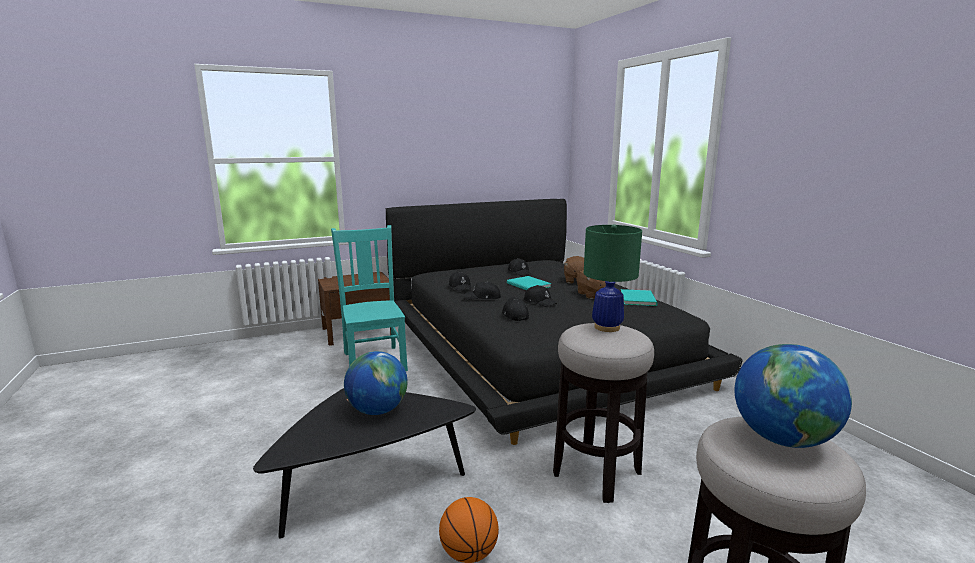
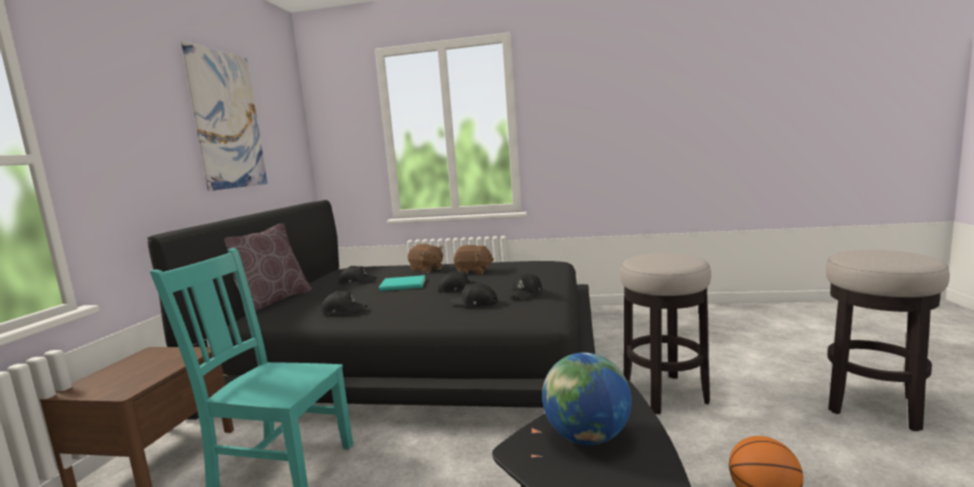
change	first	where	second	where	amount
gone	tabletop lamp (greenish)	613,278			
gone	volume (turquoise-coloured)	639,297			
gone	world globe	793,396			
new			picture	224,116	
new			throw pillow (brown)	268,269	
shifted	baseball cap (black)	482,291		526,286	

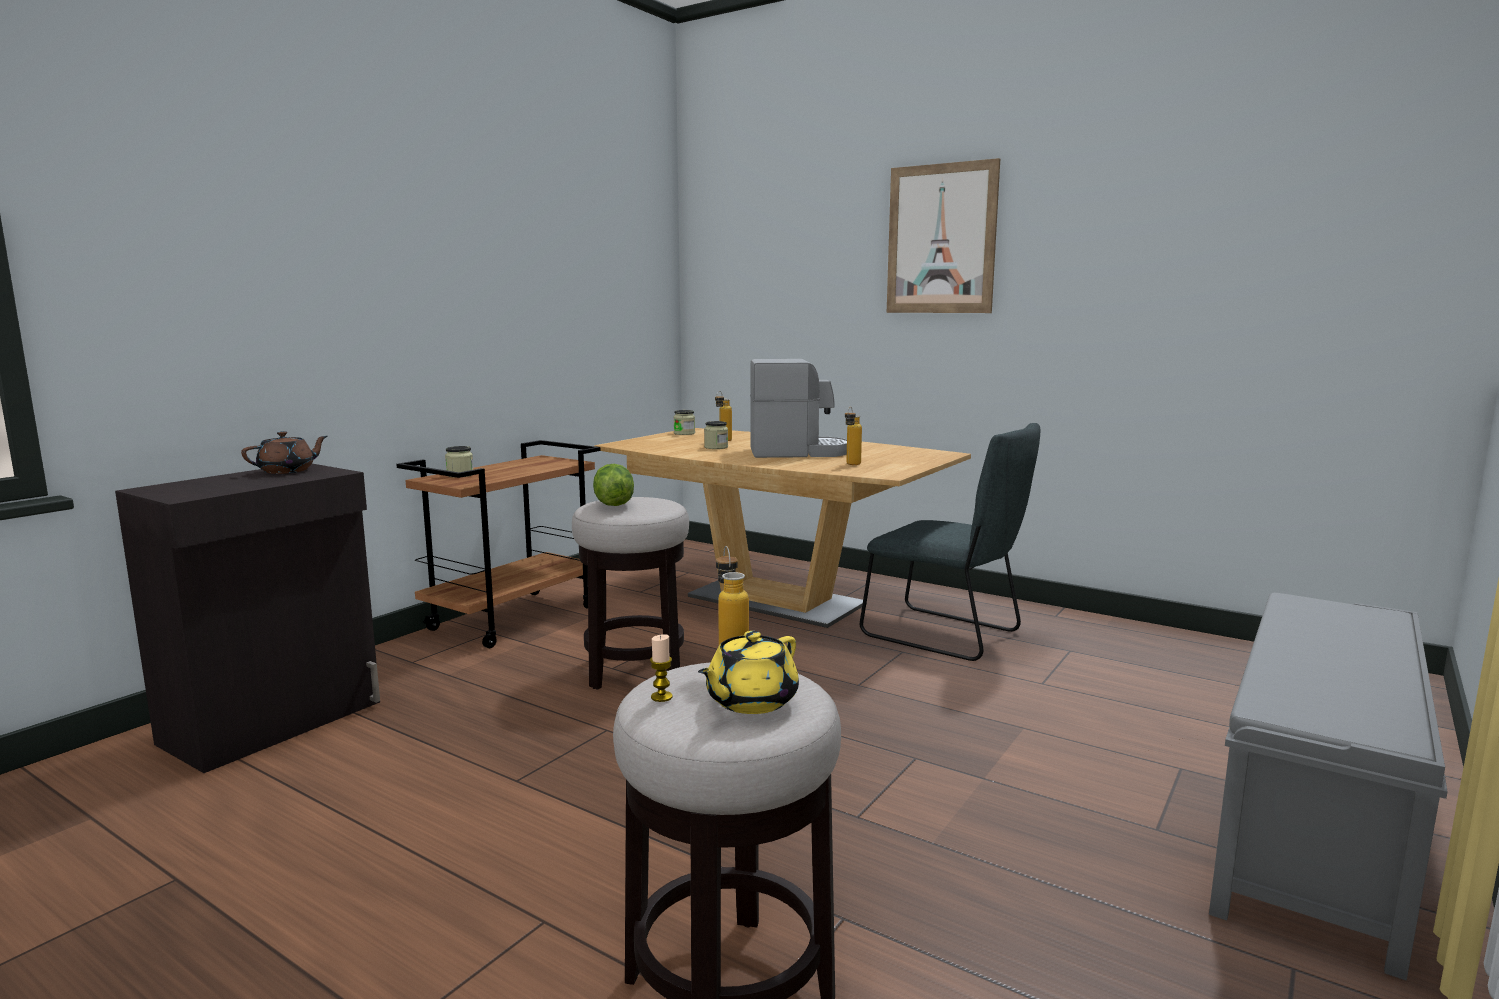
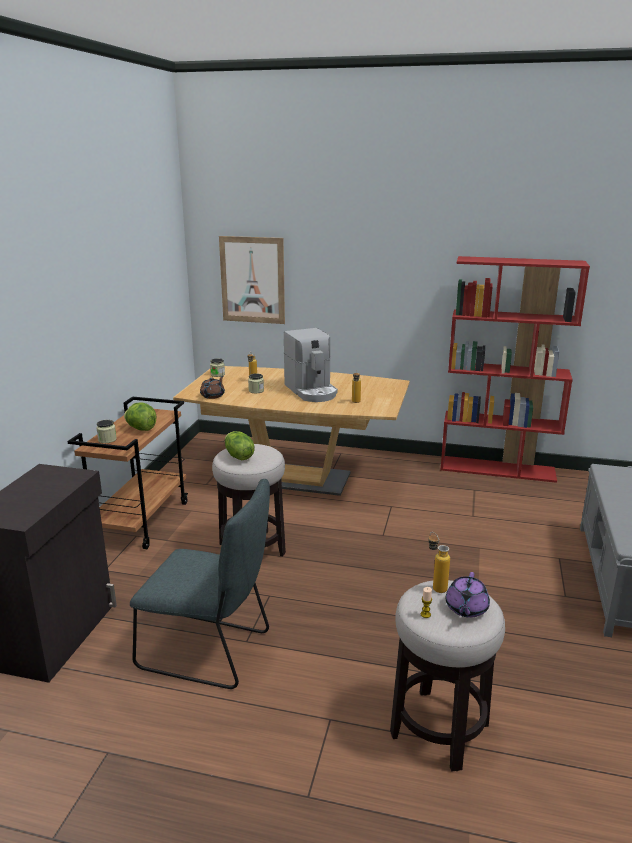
change	first	where	second	where	amount
new			lettuce head	140,416	
new			bookshelf (red-coloured)	515,369	
shifted	teapot (brown)	284,452		212,387	
shifted	chair (gray)	950,542		200,584	
shifted	picture	943,235		252,280	
repainted	teapot (yellow-coloured)	748,672	teapot (purplish)	467,595	
rotated	coffee machine	798,408		311,365	90 degrees clockwise

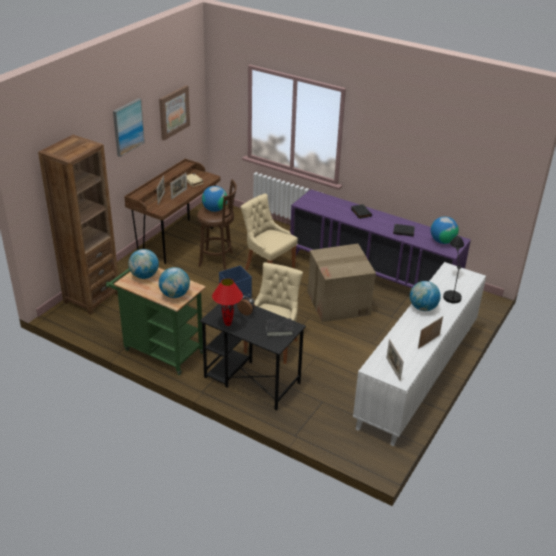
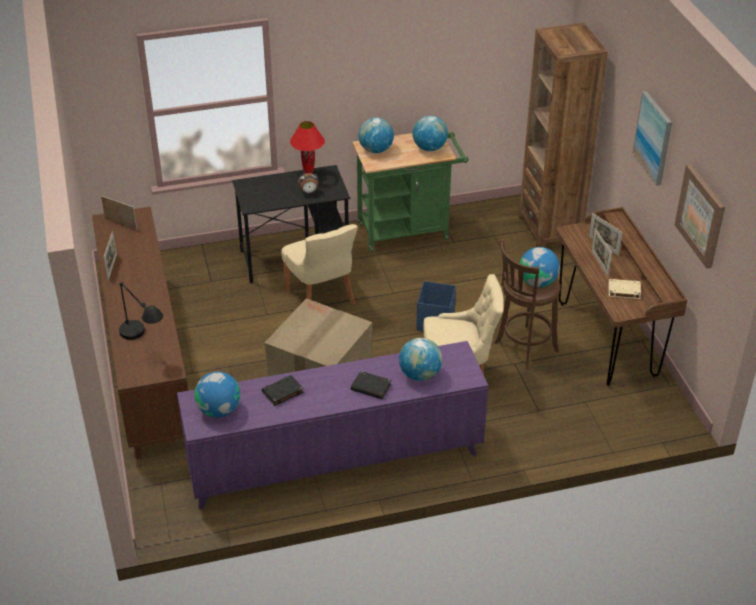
change	first	where	second	where	amount
gone	volume (black)	279,328			
shifted	world globe	425,296		420,359	
repainted	storage cabinet (white-coloured)	419,354	storage cabinet (brown)	140,333	

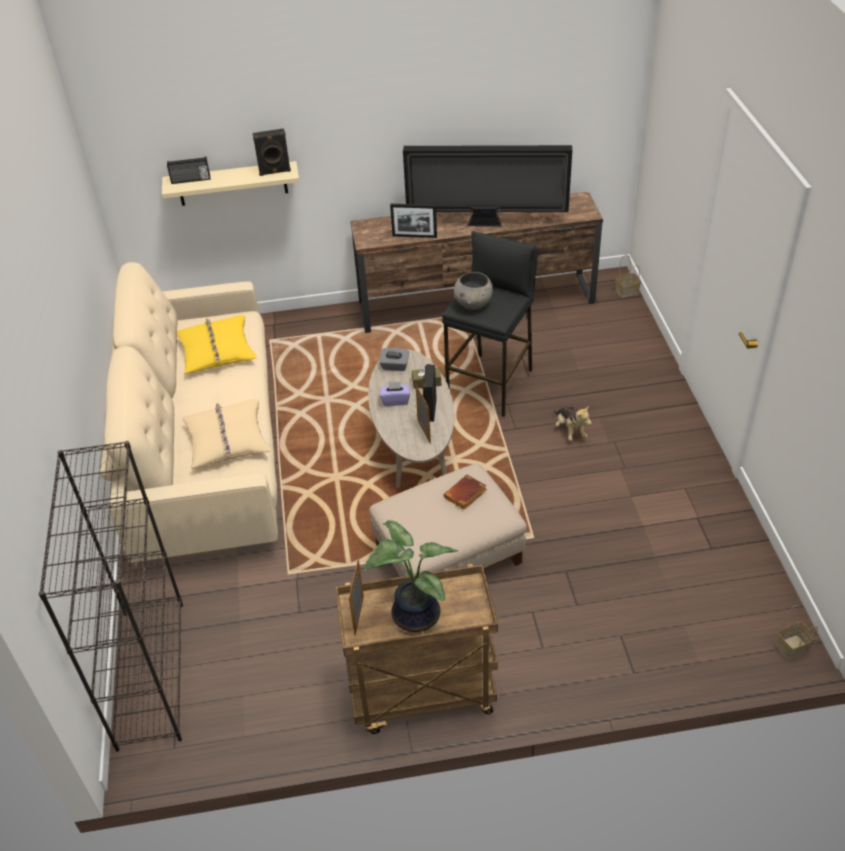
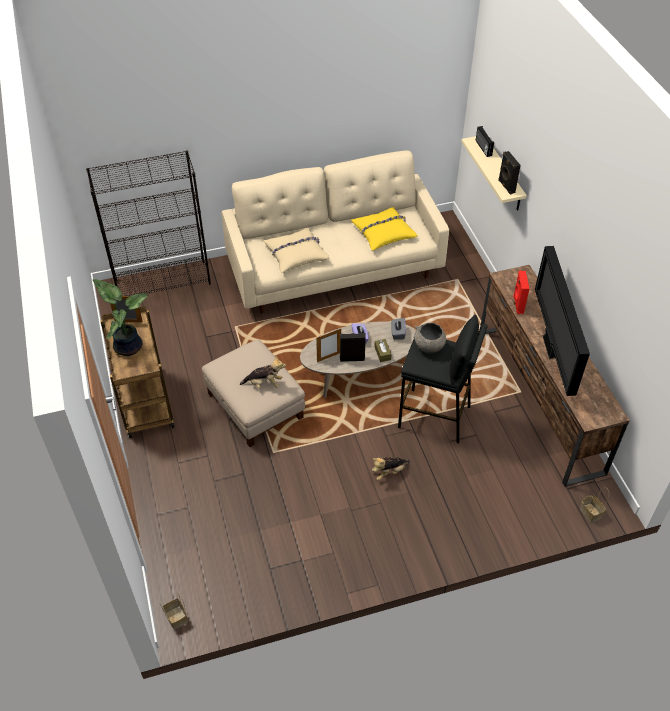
change	first	where	second	where	amount
swapped	standing frame	413,221	speaker (red-coloured)	521,292	
swapped	volume (brown)	465,492	cuddly toy	263,372	

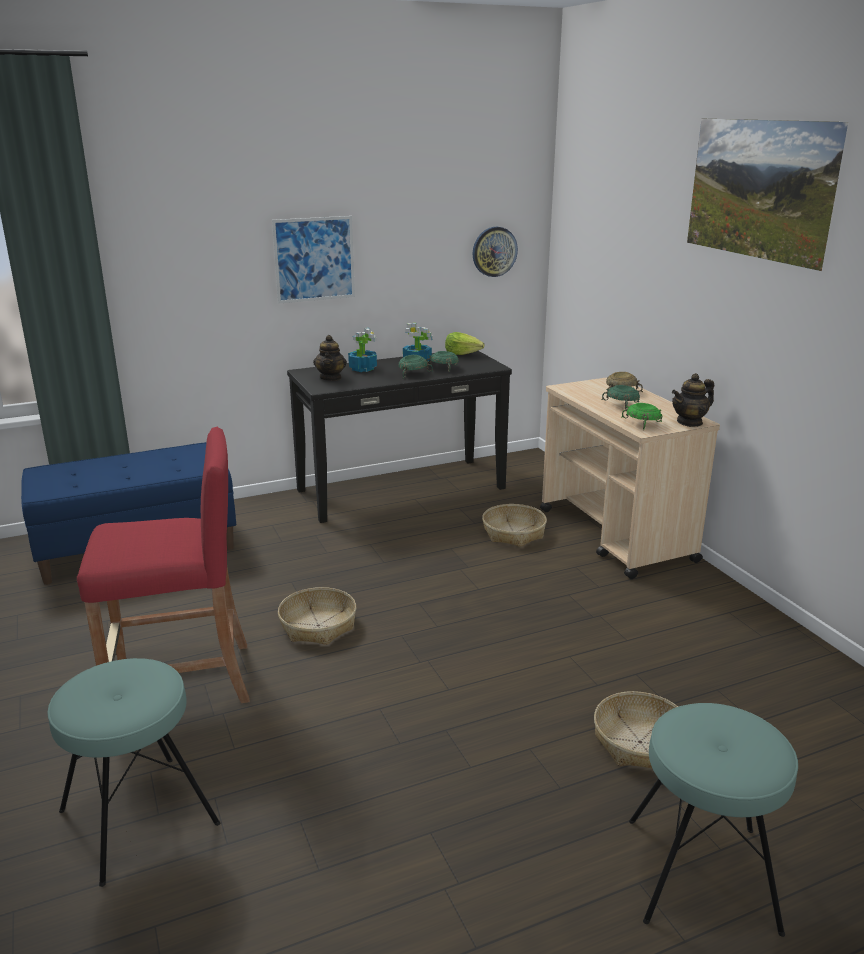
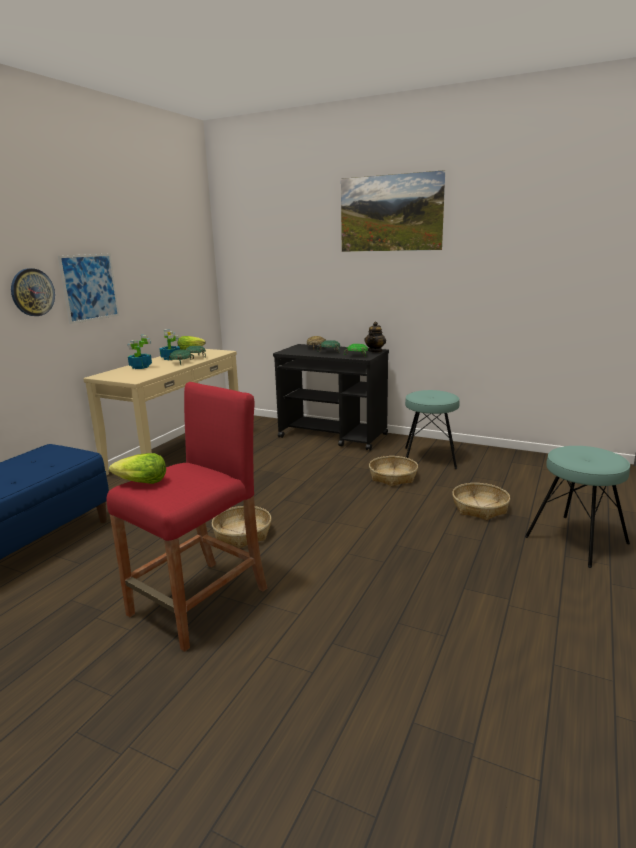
change	first	where	second	where	amount
gone	teapot	330,358			
new			lettuce head	137,468	
shifted	sitting stool (turquoise-coloured)	133,772		432,429	
shifted	wall clock	495,252		33,292	
shifted	household basket	514,525		393,471	
repainted	hall table (black)	399,437	hall table (beige)	160,412	
repainted	cart (beige)	630,478	cart (black)	331,397	

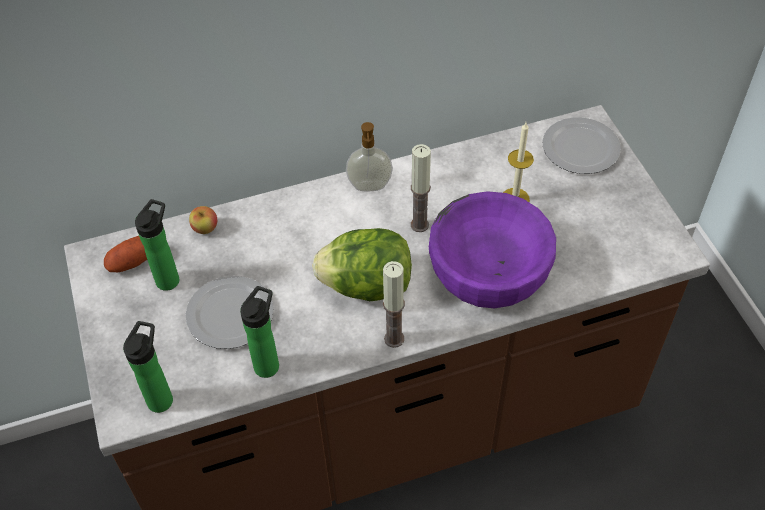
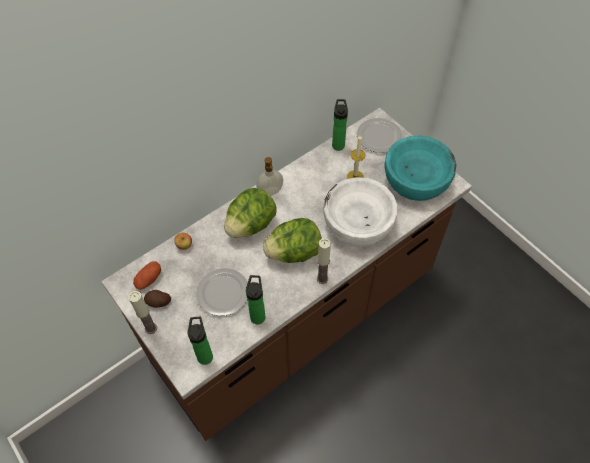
change	first	where	second	where	amount
new			whole potato	157,299	
new			lettuce head	250,213	
new			serving bowl (turquoise-coloured)	420,168	
shifted	bottle	157,245		340,125	
shifted	wax candle	421,188		142,312	
repainted	serving bowl (purplish)	492,249	serving bowl (white-coloured)	360,212	

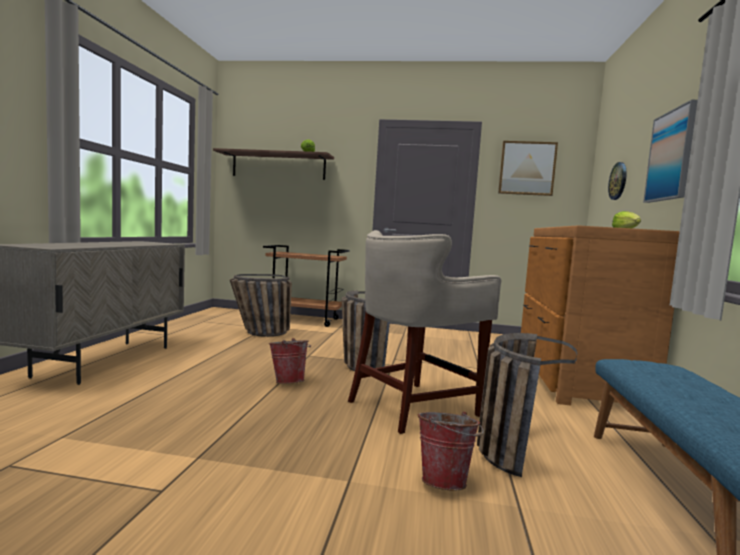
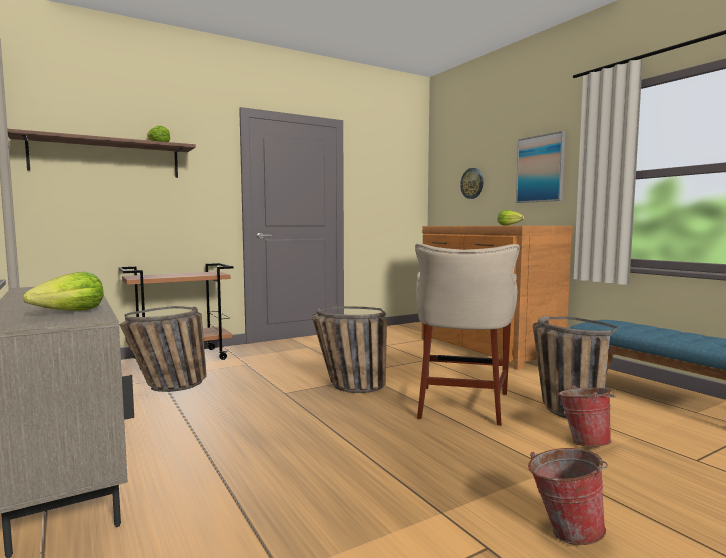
change	first	where	second	where	amount
gone	picture	528,168			
new			lettuce head	63,291	
shifted	pail	290,361		568,496	

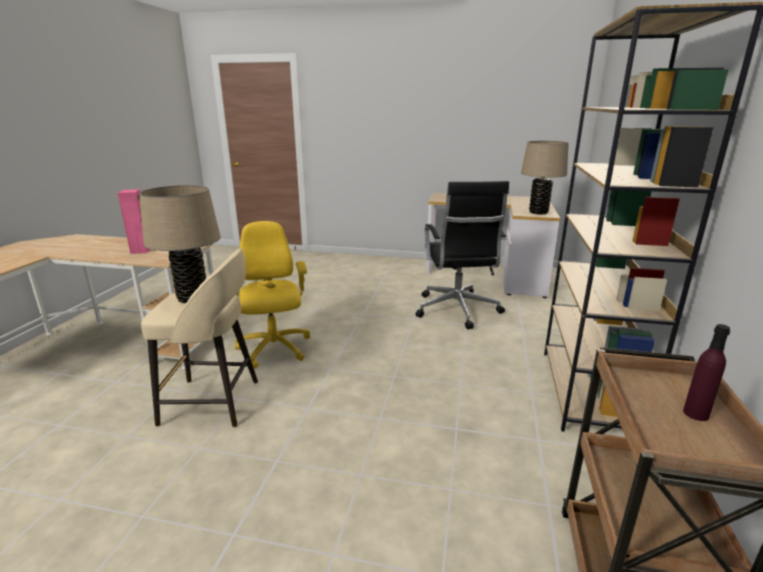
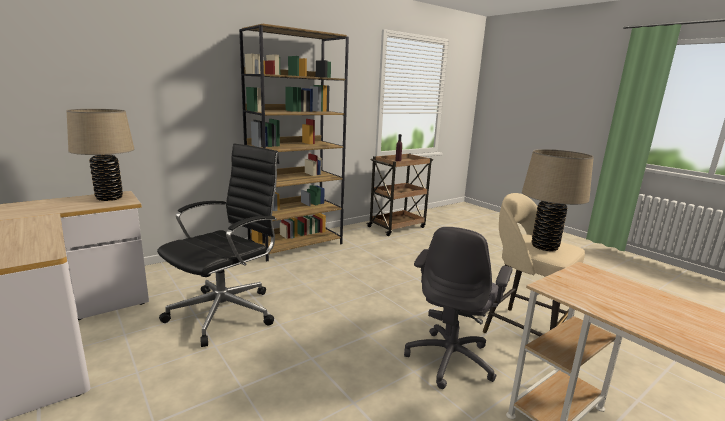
change	first	where	second	where	amount
gone	speaker (pink)	133,221			
repainted	desk chair (yellow-coloured)	272,295	desk chair (gray)	458,308	

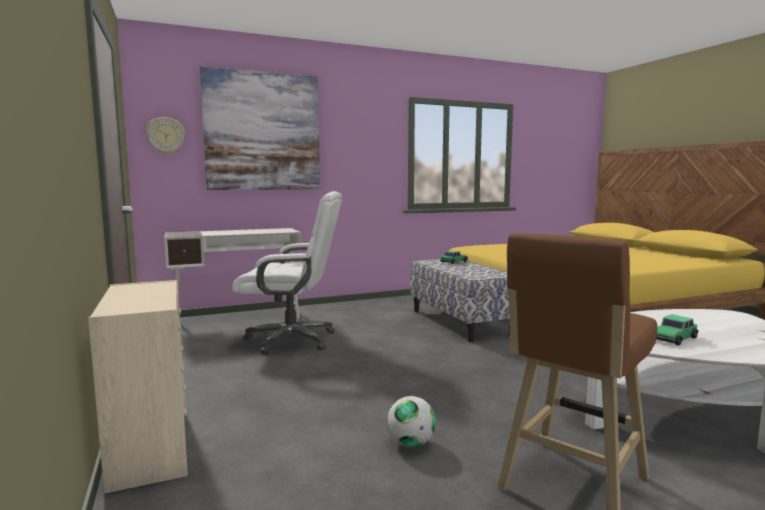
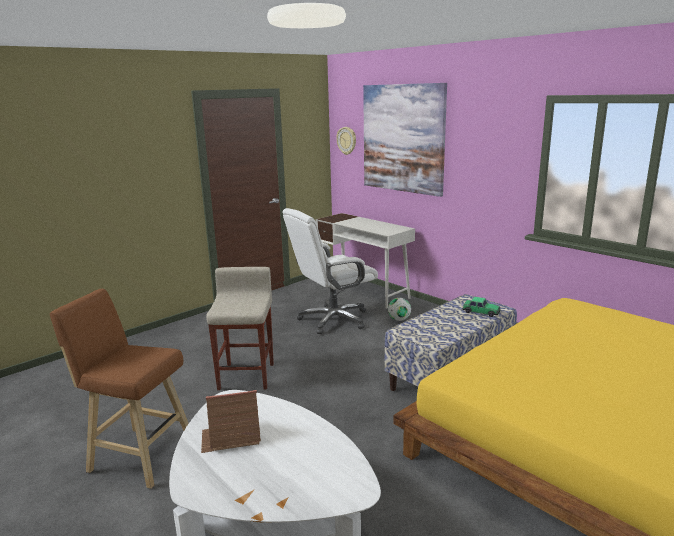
change	first	where	second	where	amount
gone	chest of drawers (beige)	138,386			
new			sitting stool (beige)	240,328	
shifted	football	411,421		399,309	
swapped	model car	678,330	toy house	231,421	
rotated	desk chair (white-coloured)	287,273		330,271	75 degrees clockwise

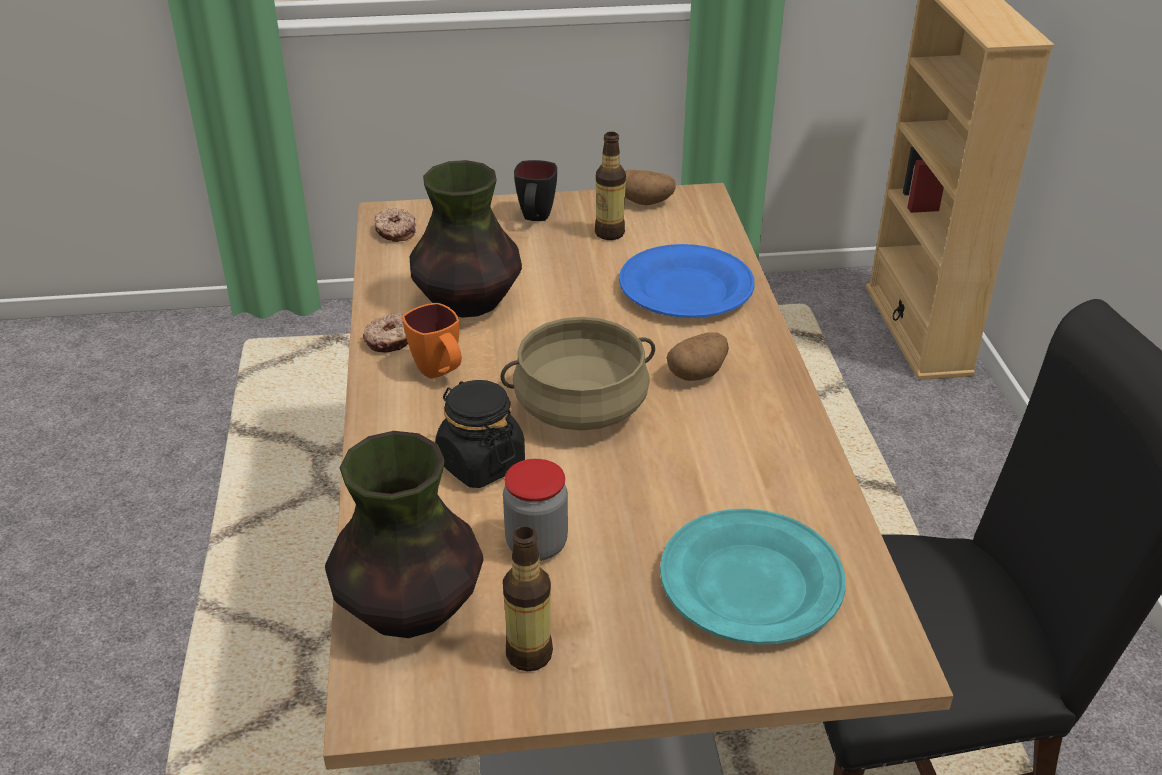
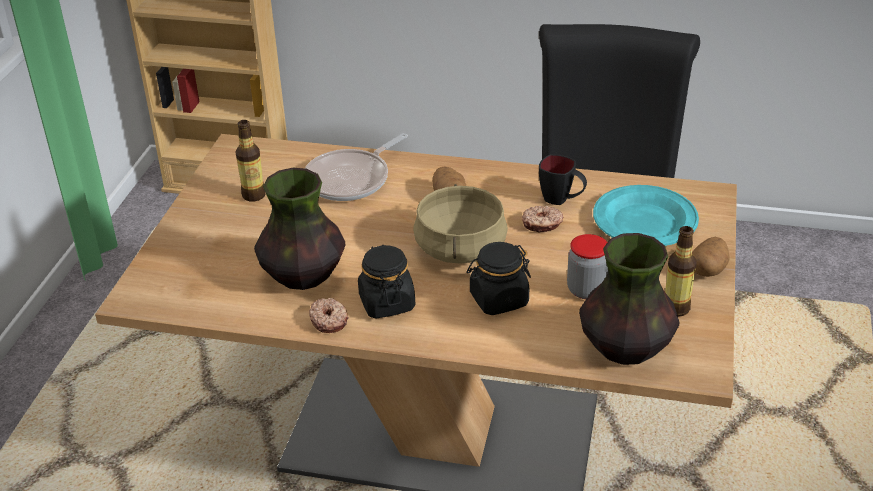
change	first	where	second	where	amount
shifted	ring doughnut	395,225		543,219	
shifted	tea mug (black)	535,190		563,179	
shifted	whole potato	650,187		710,257	
swapped	tea mug (orange)	432,340	jar (black)	387,281	
swapped	dinner plate (blue-coloured)	687,281	skillet	356,167	

